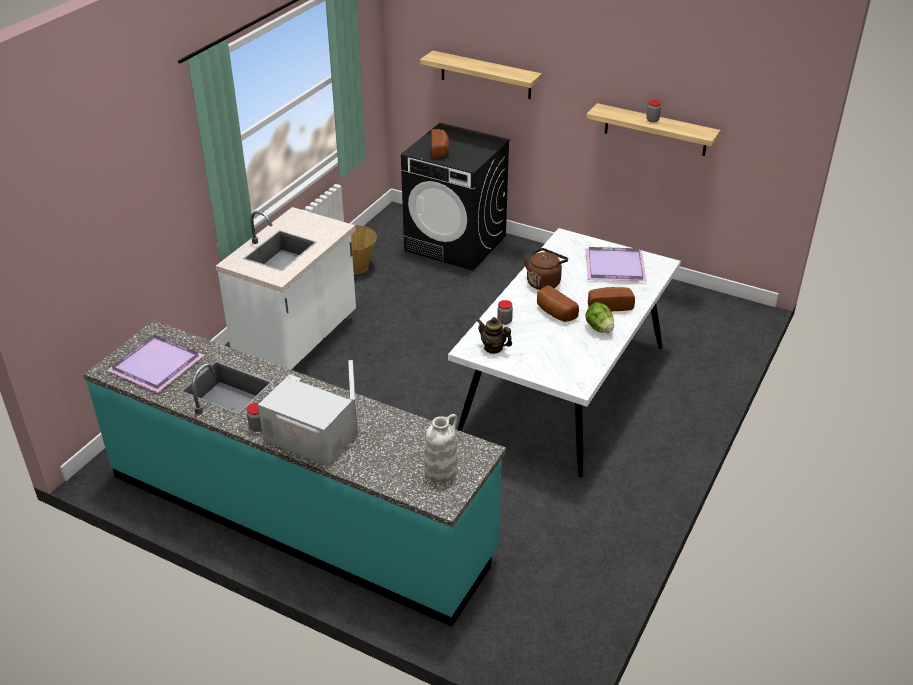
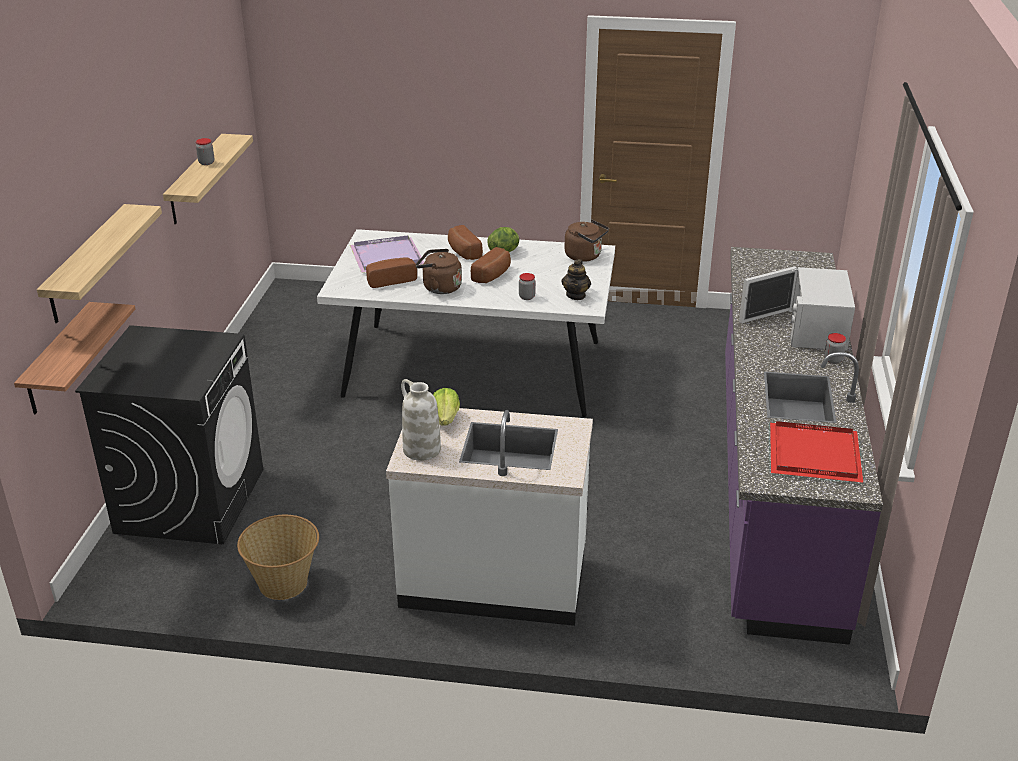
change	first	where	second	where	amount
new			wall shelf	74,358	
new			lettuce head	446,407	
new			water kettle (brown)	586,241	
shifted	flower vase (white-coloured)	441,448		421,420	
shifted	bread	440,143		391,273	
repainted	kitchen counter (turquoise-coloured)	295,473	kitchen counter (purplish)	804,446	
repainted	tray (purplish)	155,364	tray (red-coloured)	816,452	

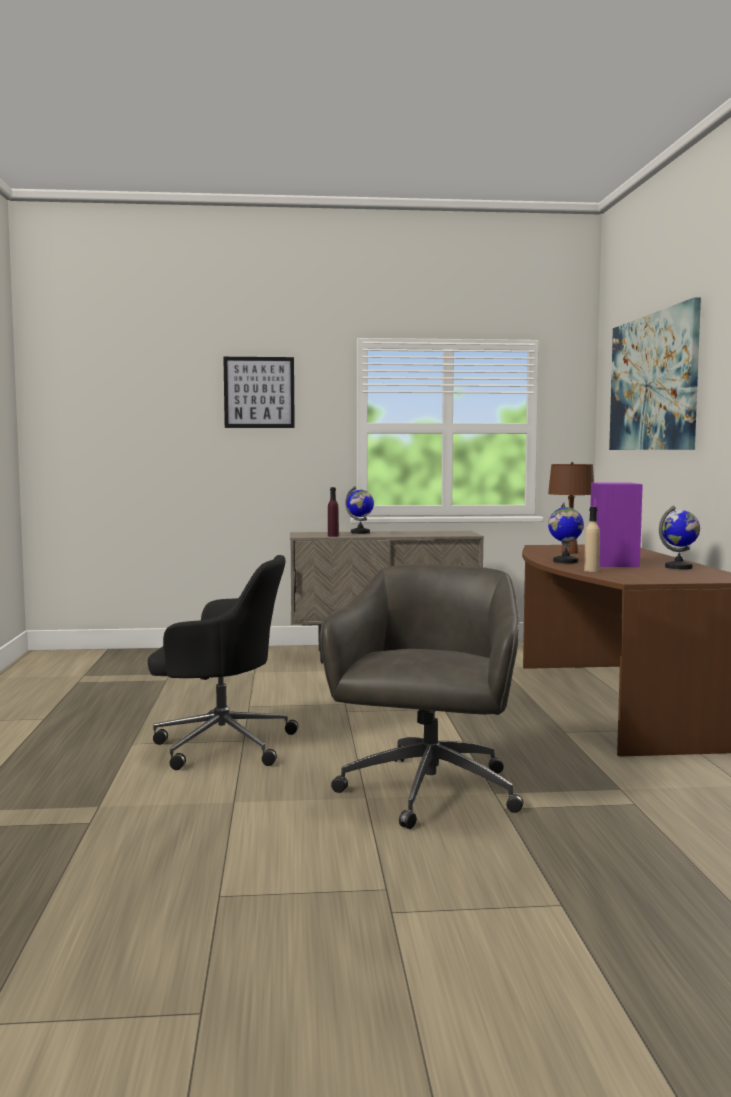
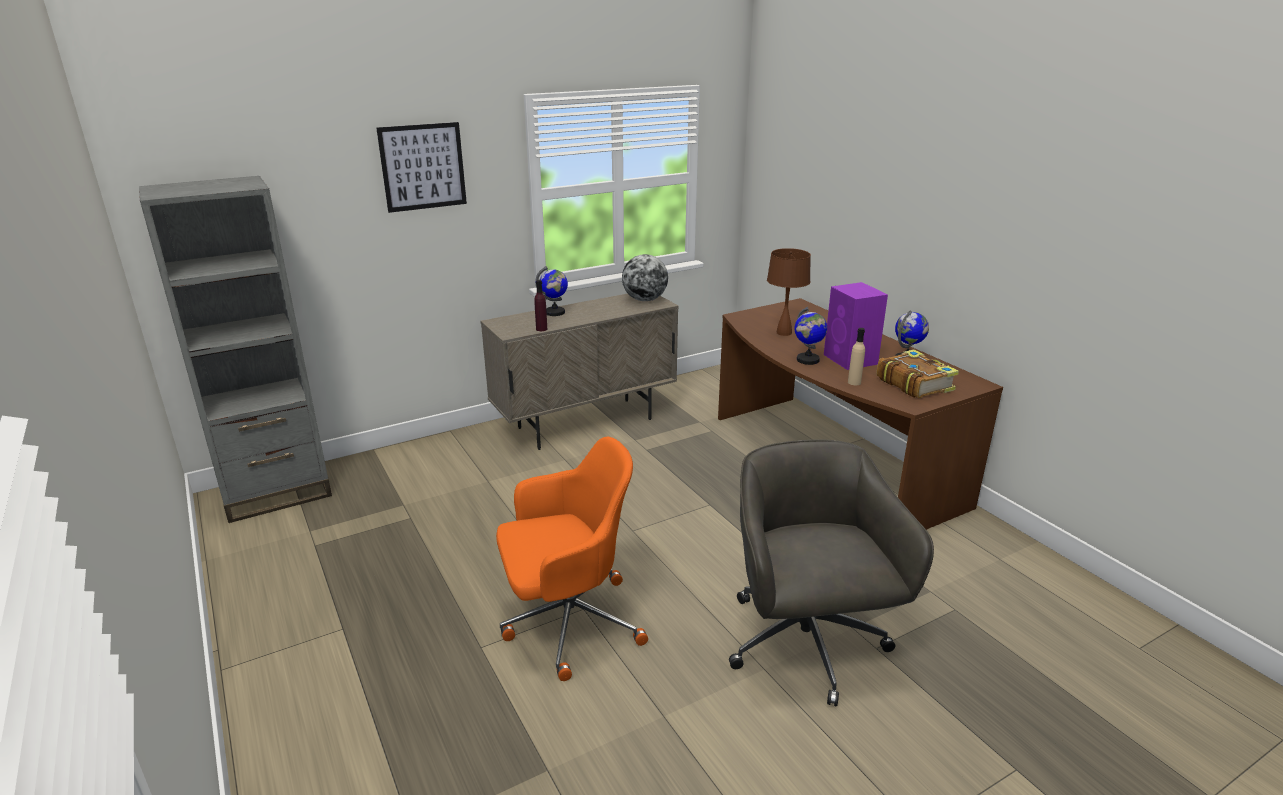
change	first	where	second	where	amount
gone	picture	655,373			
new			bookshelf (gray)	235,349	
new			world globe	645,277	
new			volume	918,374	
repainted	desk chair (black)	223,662	desk chair (orange)	572,559	

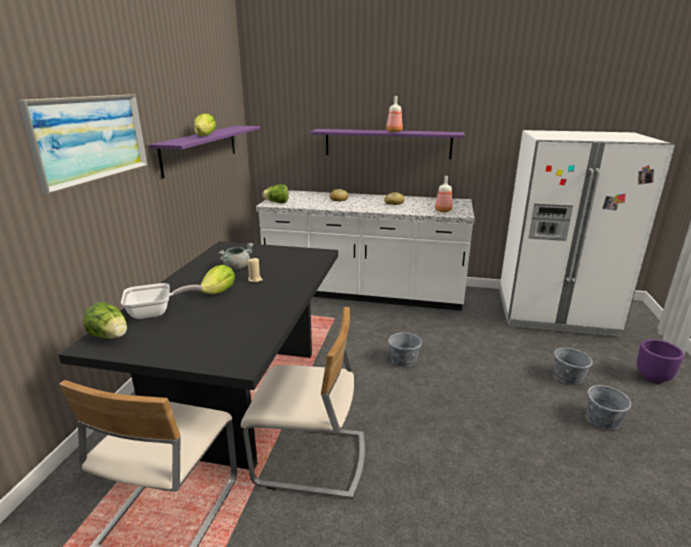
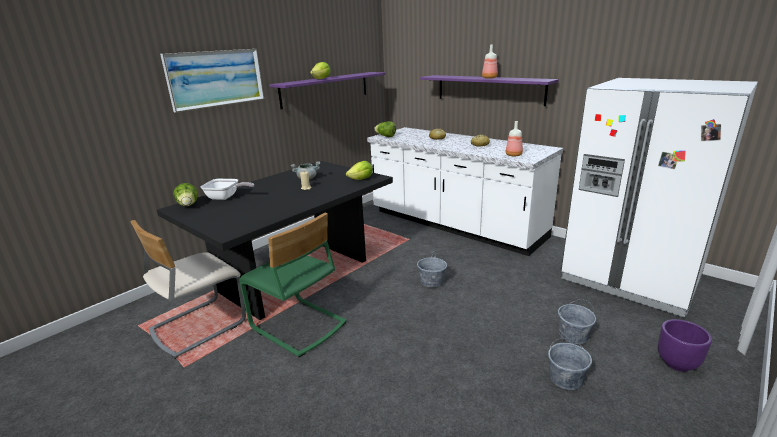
change	first	where	second	where	amount
shifted	lettuce head	217,279		359,170	
repainted	chair (beige)	303,403	chair (greenish)	293,285	

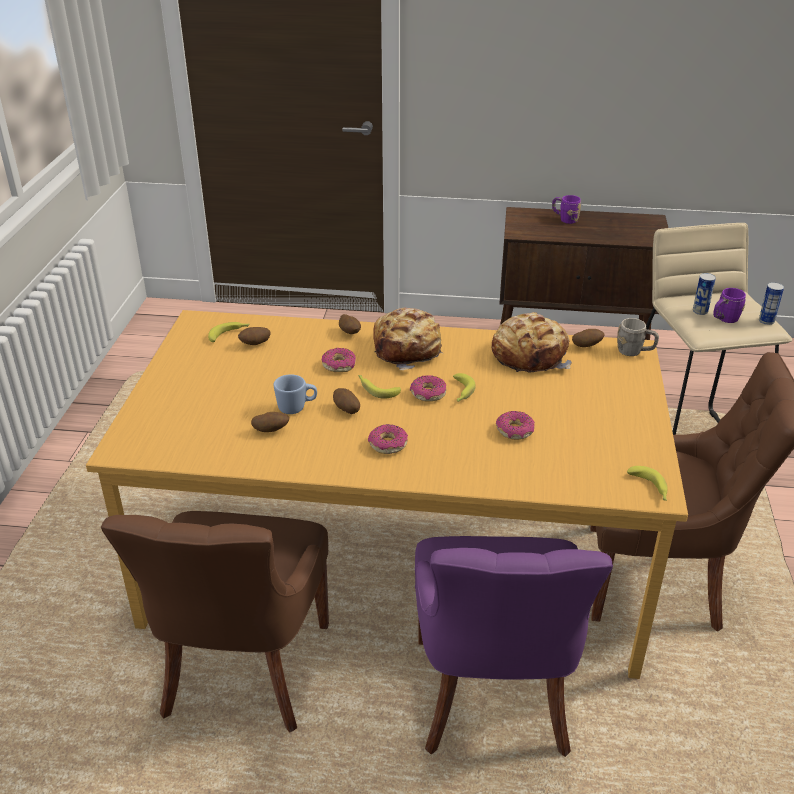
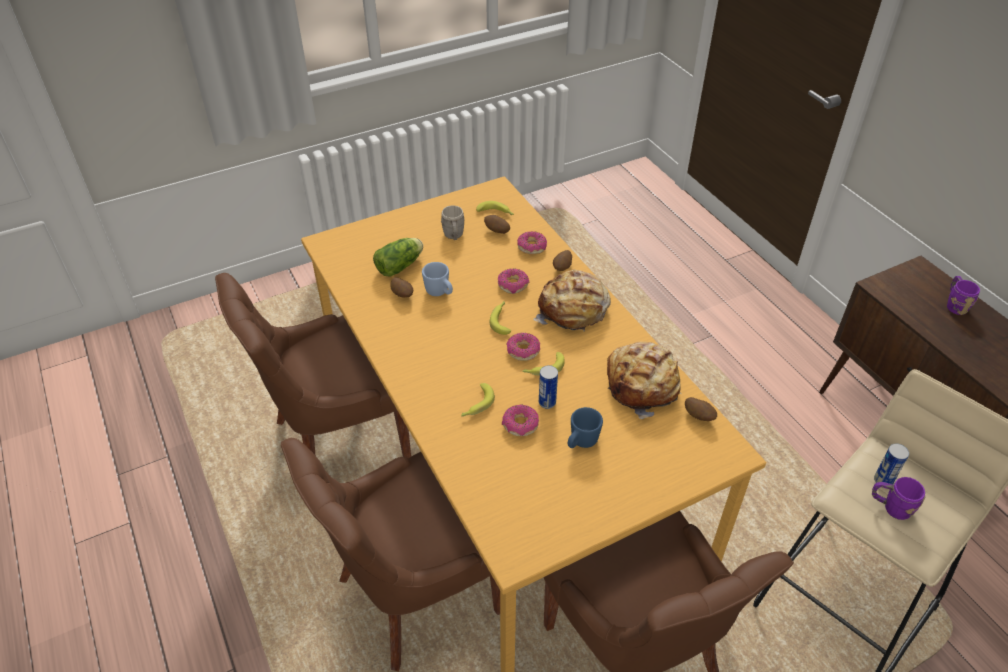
change	first	where	second	where	amount
gone	whole potato	346,401			
new			lettuce head	398,257	
new			tea mug (blue-coloured)	585,427	
shifted	ring doughnut	388,439		532,242	
shifted	tea mug (gray)	638,337		453,223	
shifted	banana	647,483		478,399	
shifted	metal can	771,303		548,387	
repainted	chair (purplish)	514,646	chair (brown)	390,554	

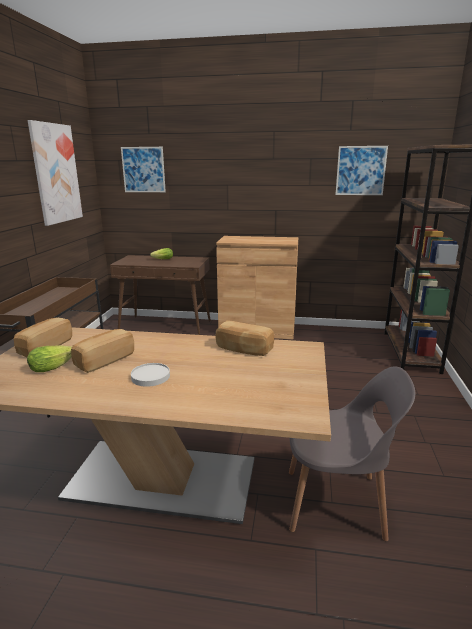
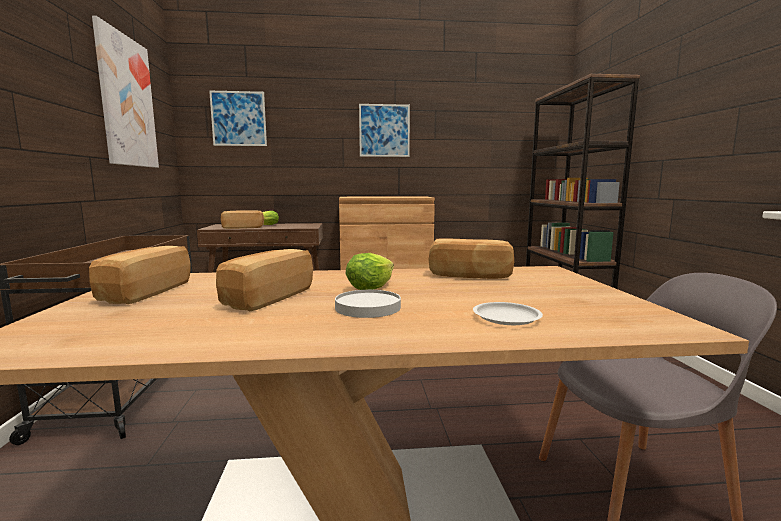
change	first	where	second	where	amount
new			bread	242,219	
new			dinner plate (white-coloured)	508,313	
shifted	lettuce head	49,358		370,271	
shifted	picture	362,170		384,130	

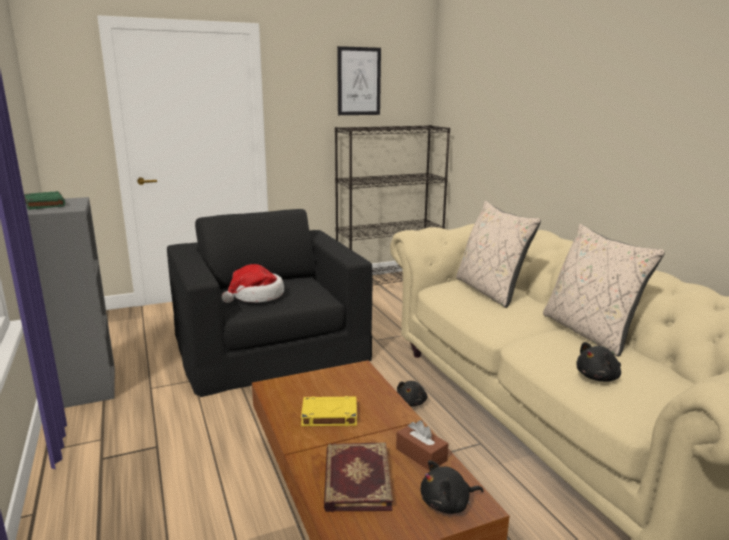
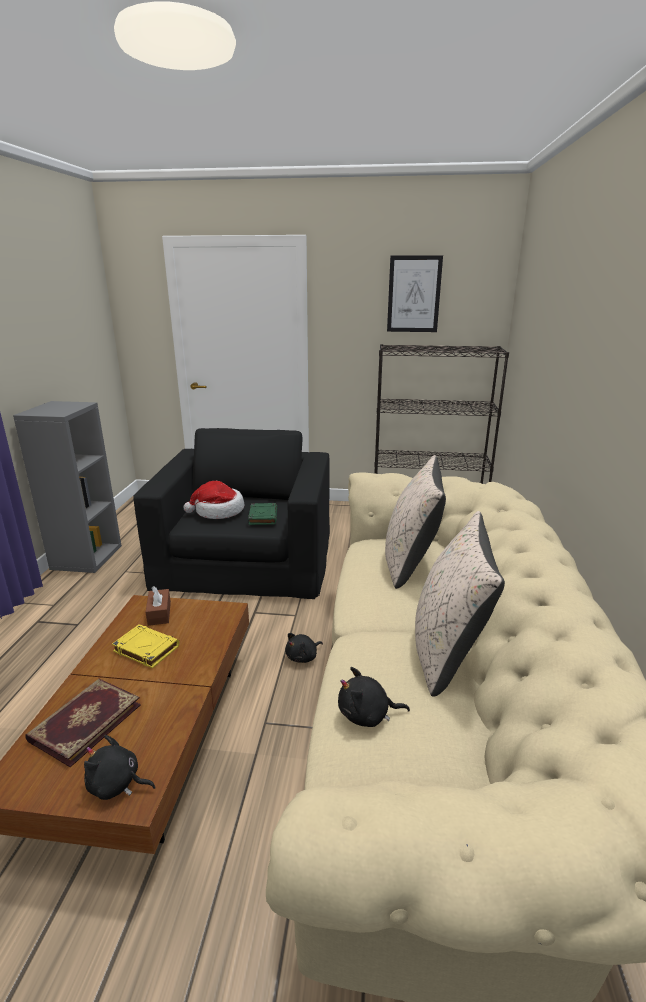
change	first	where	second	where	amount
shifted	volume (greenish)	44,200		262,514	
shifted	tissue holder (brown)	422,445		158,606	

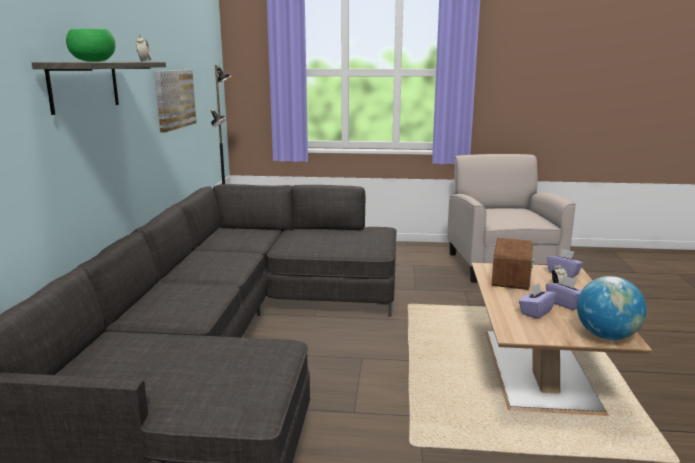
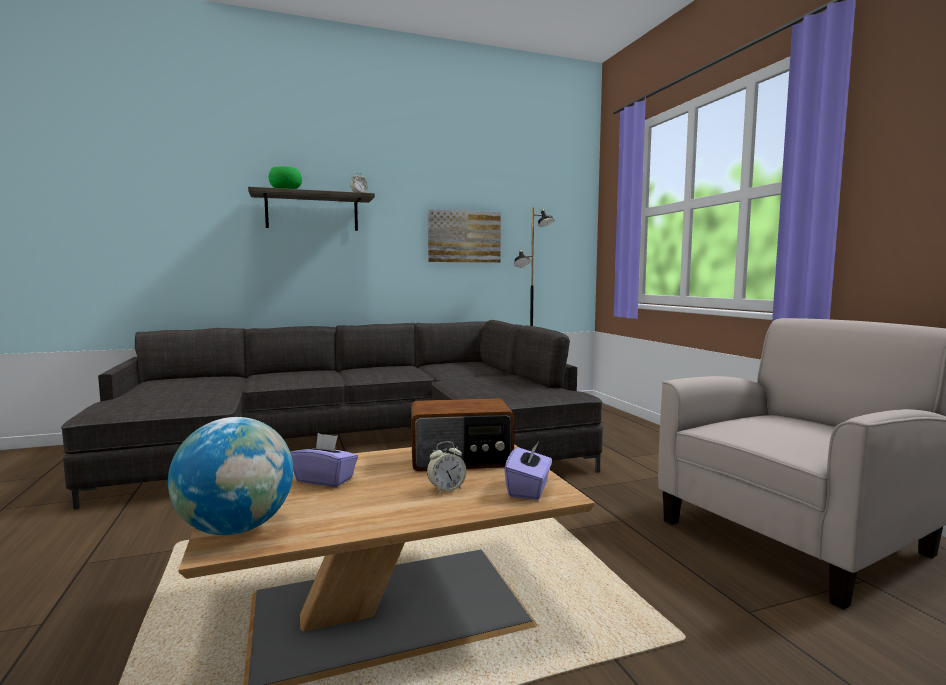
change	first	where	second	where	amount
gone	tissue holder (purplish)	564,293			

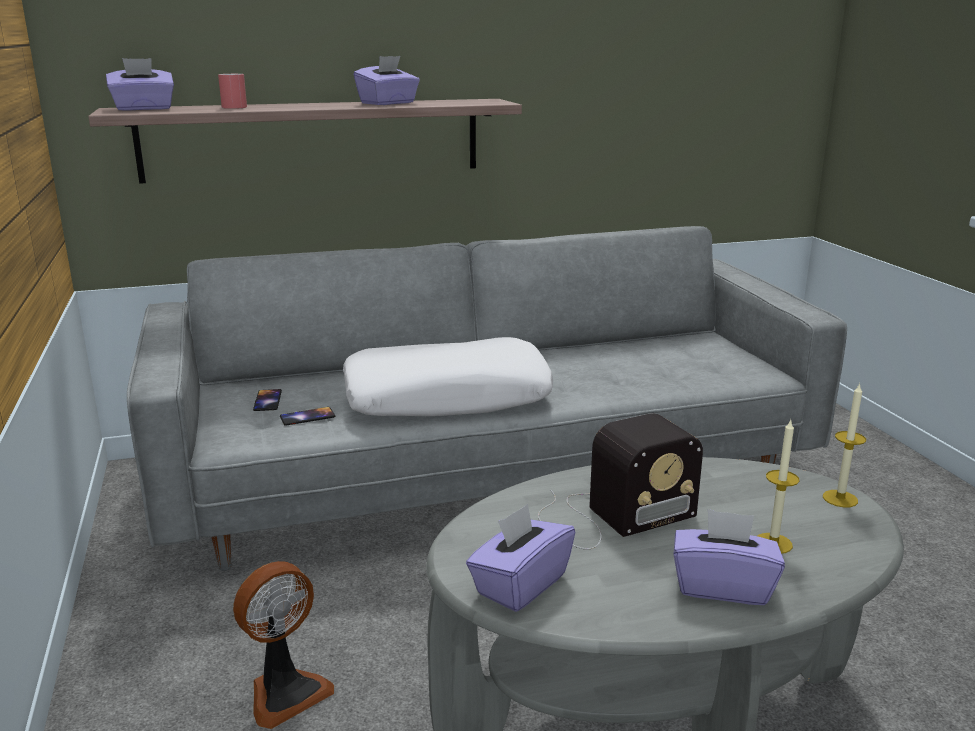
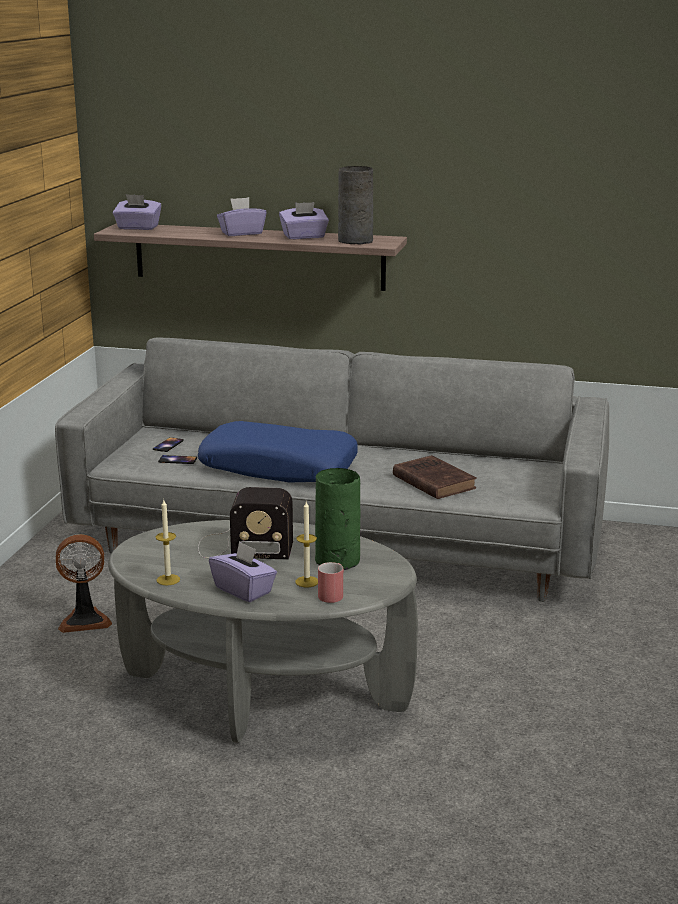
change	first	where	second	where	amount
new			flower vase (greenish)	338,519	
new			flower vase (gray)	355,205	
new			volume (brown)	435,477	
shifted	tea mug (red-coloured)	232,91		331,582	
shifted	tissue holder (purplish)	520,558		241,216	
shifted	wax candle	844,445		168,543	
repainted	throw pillow (white-coloured)	448,376	throw pillow (blue-coloured)	278,451	

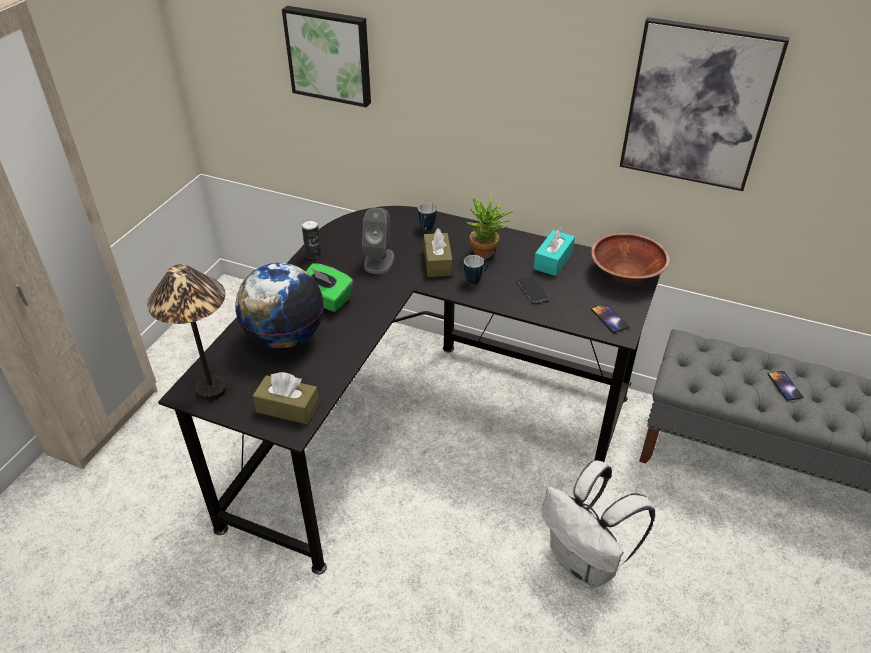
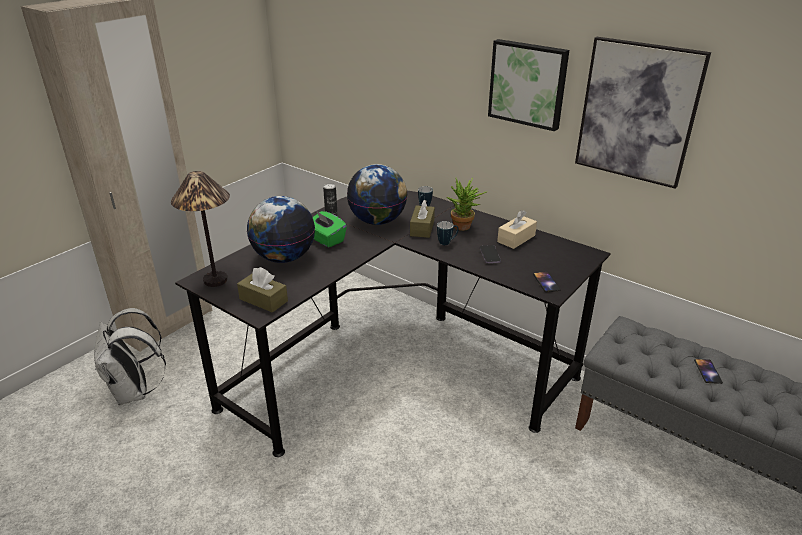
change	first	where	second	where	amount
gone	serving bowl (brown)	630,258			
shifted	picture	326,56		528,85	
shifted	rucksack (white-coloured)	598,524		130,356	
swapped	speaker (gray)	378,241	world globe	377,194	
repainted	tissue holder (turquoise-coloured)	554,251	tissue holder (beige)	517,229	

